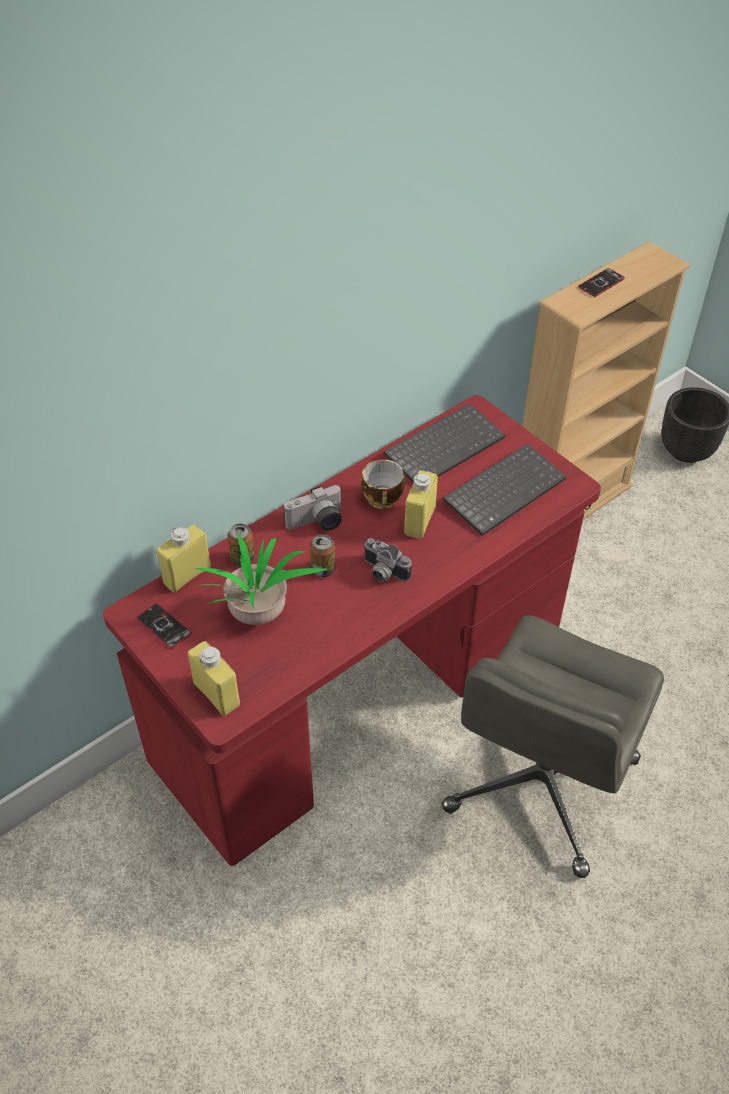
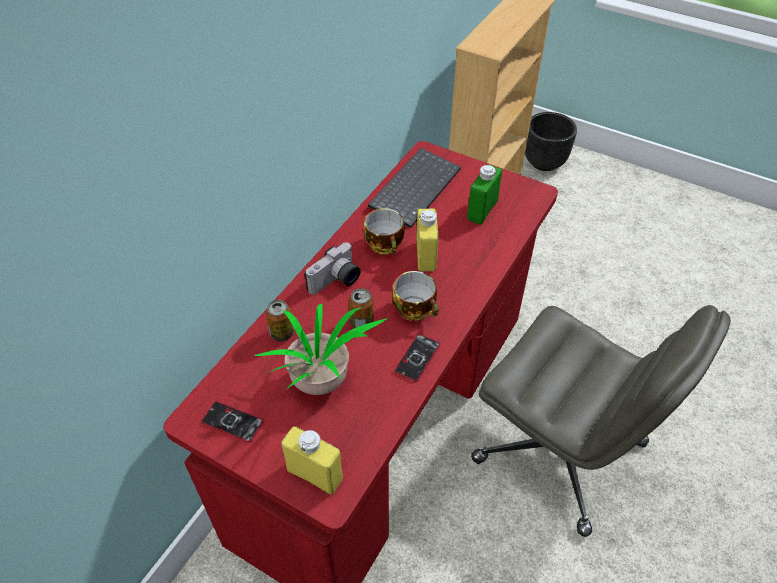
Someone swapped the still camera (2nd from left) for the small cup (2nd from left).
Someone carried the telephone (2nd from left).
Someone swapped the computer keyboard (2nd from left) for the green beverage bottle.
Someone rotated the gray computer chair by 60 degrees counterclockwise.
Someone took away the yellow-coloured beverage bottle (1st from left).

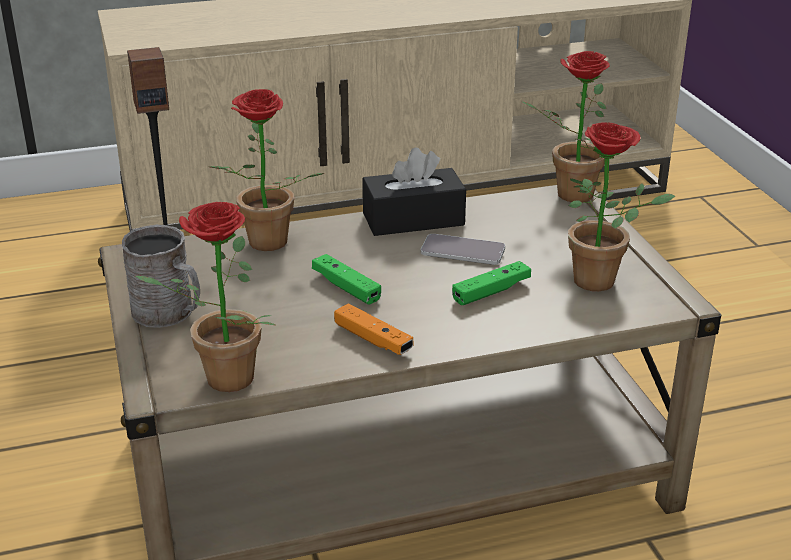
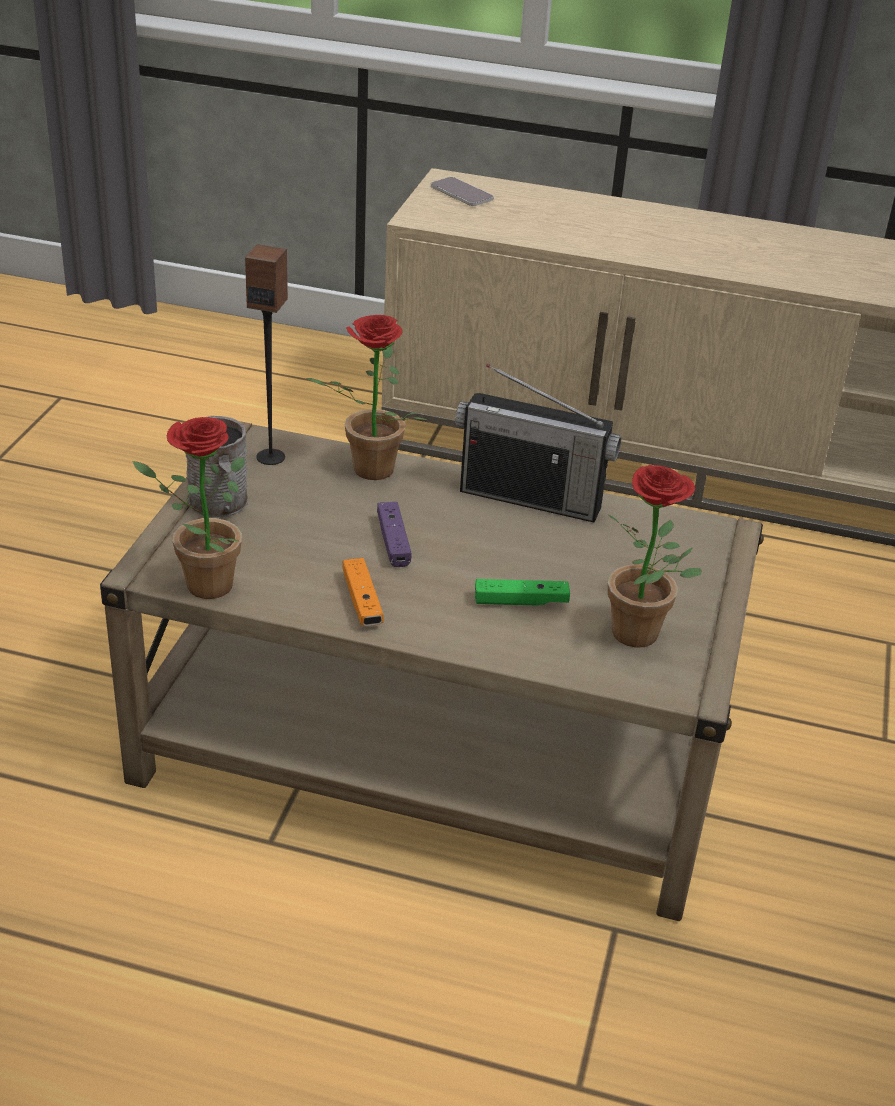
Someone repainted the green joypad (1st from left), which became the purplish joypad.
Someone carried the telephone.
Someone swapped the black tissue box for the radio receiver.
Someone took away the plant in a pot (3rd from left).

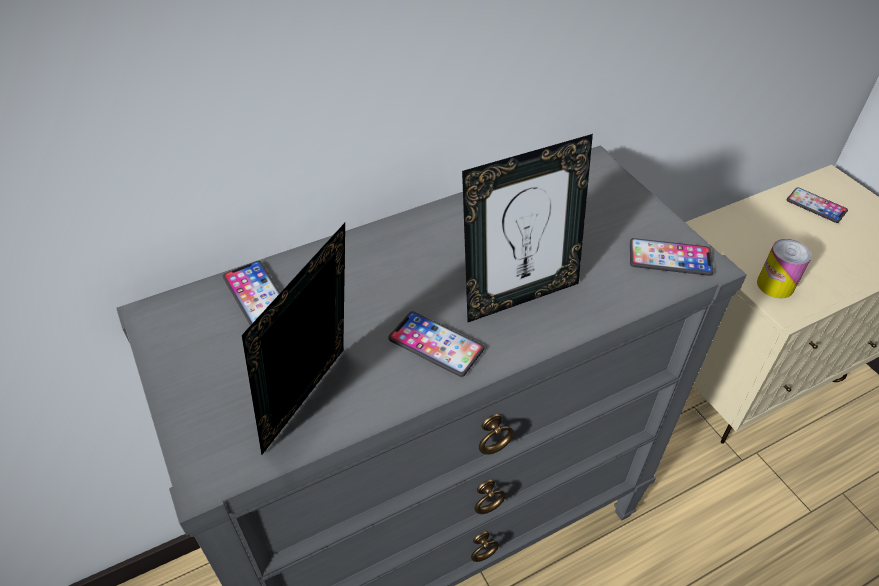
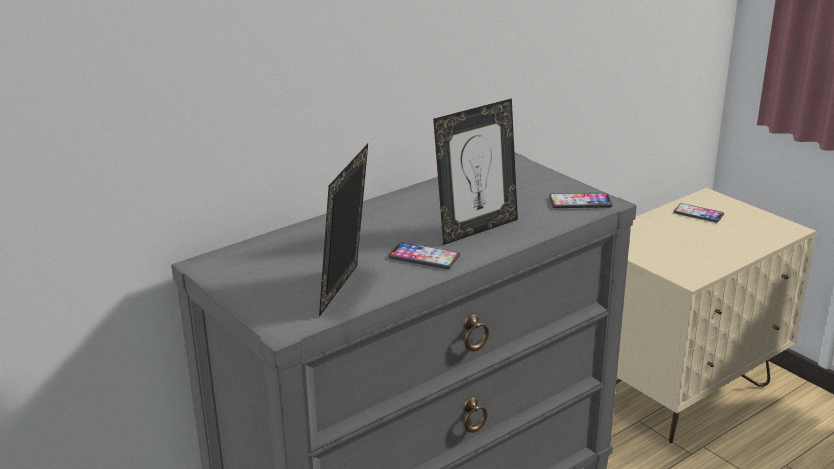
Someone took away the telephone (1st from left).
Someone took away the metal can.

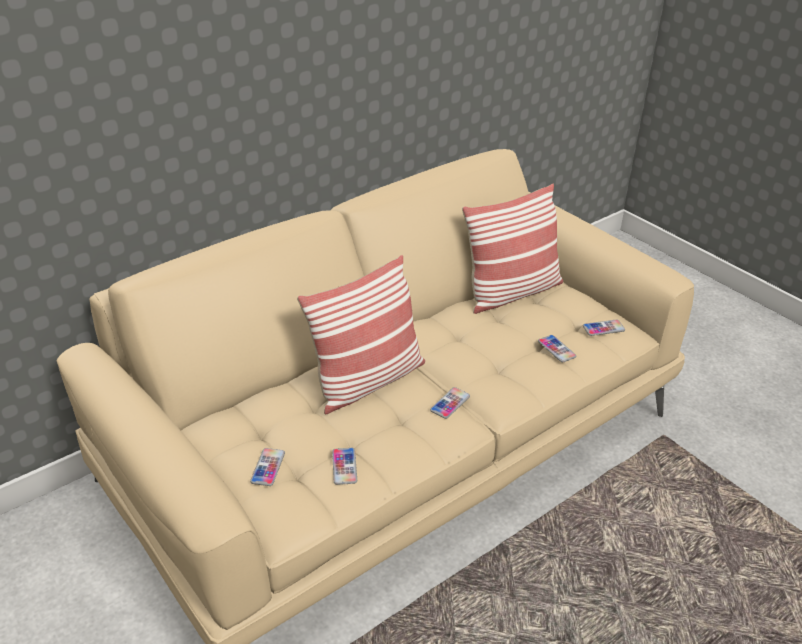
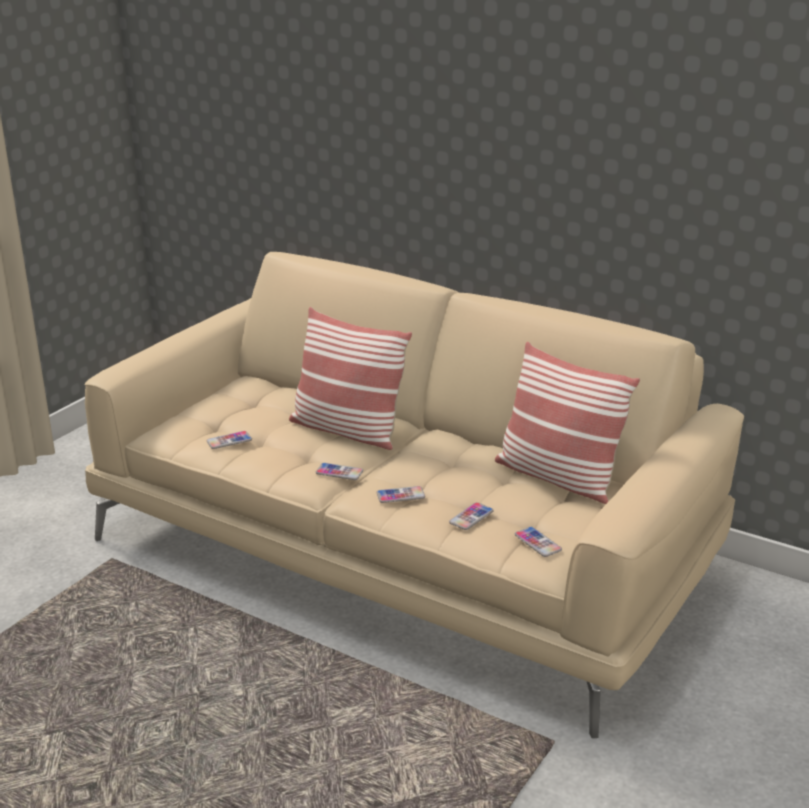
Someone carried the telephone (1st from left in the first image).

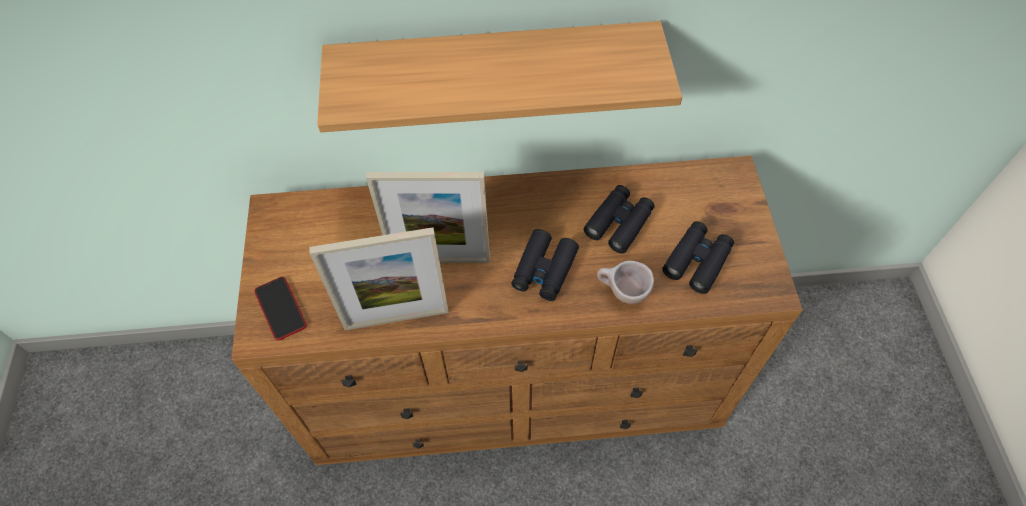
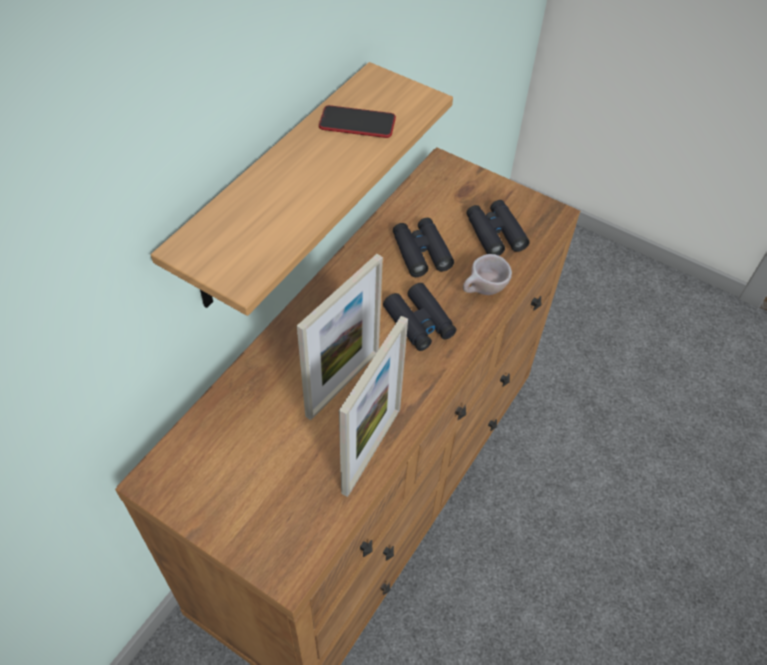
Someone carried the telephone.

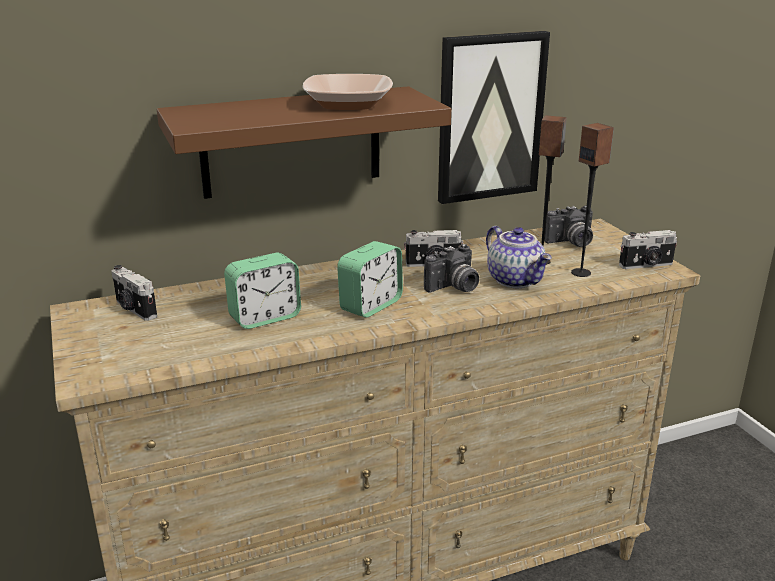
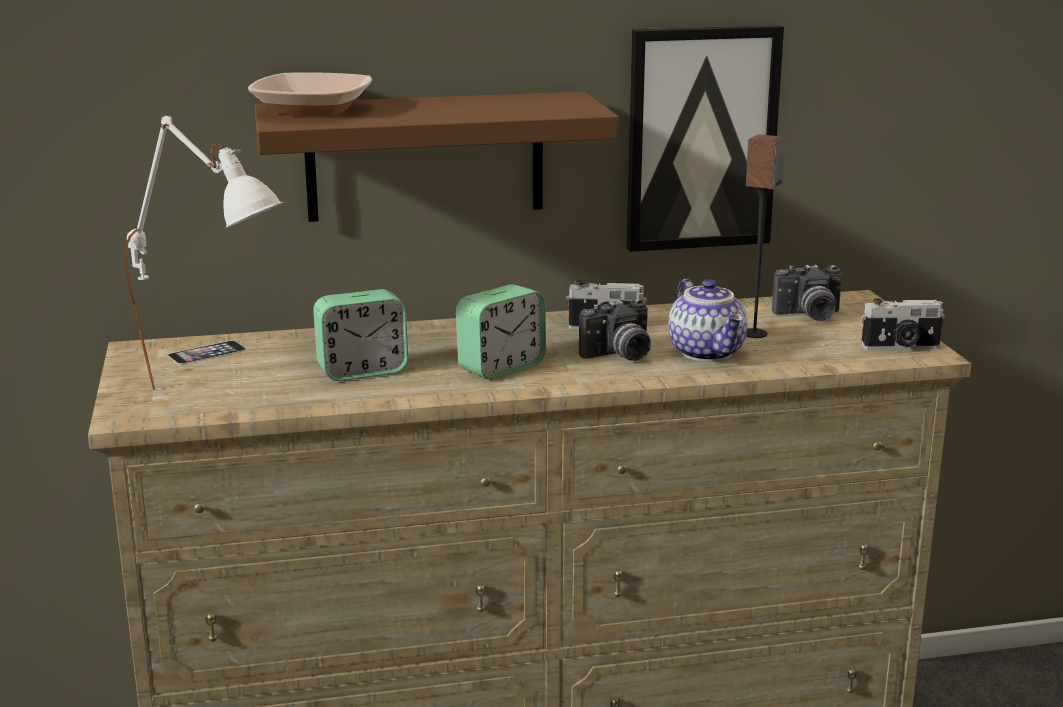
Someone put down the white-coloured lamp for a table.
Someone swapped the still camera (1st from left) for the telephone.
Someone carried the deep dish.
Someone took away the audio speaker (2nd from left).

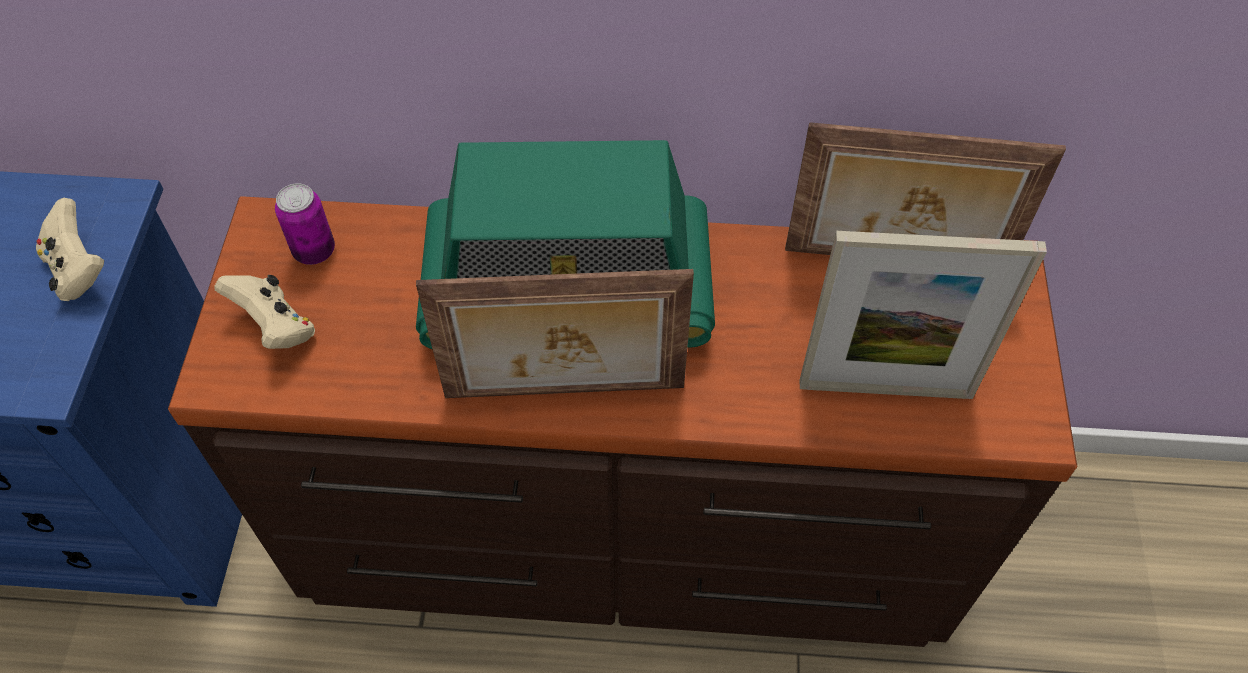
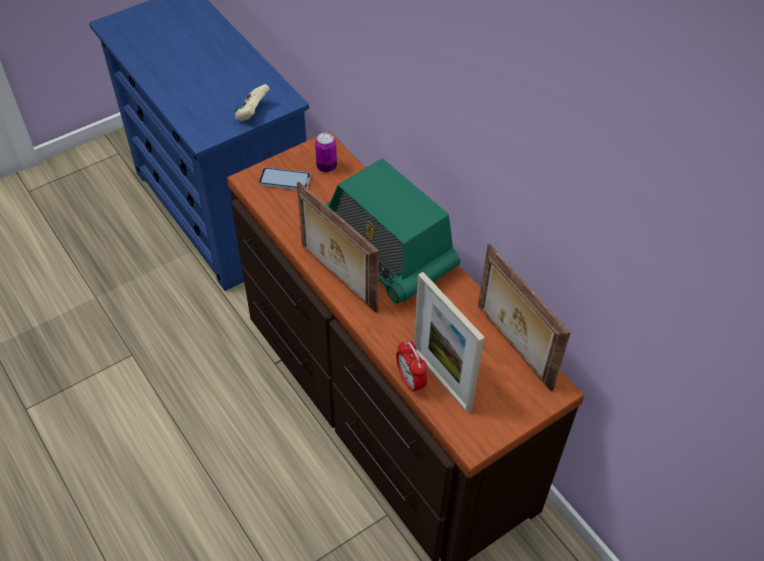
Someone swapped the beige joypad (2nd from left) for the telephone.
Someone put down the table clock.

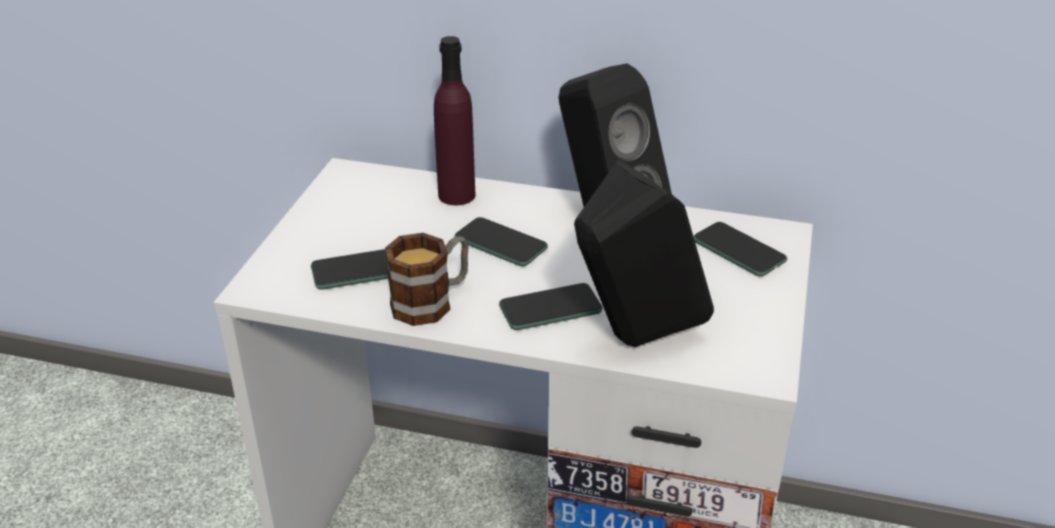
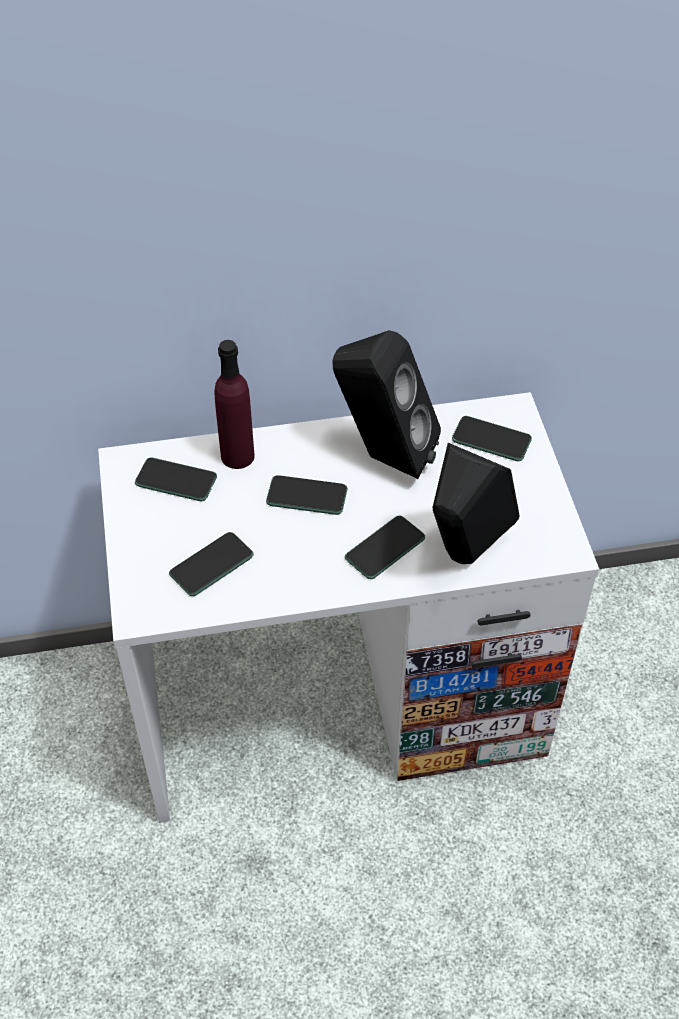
Someone put down the telephone (1st from left).
Someone took away the mug.

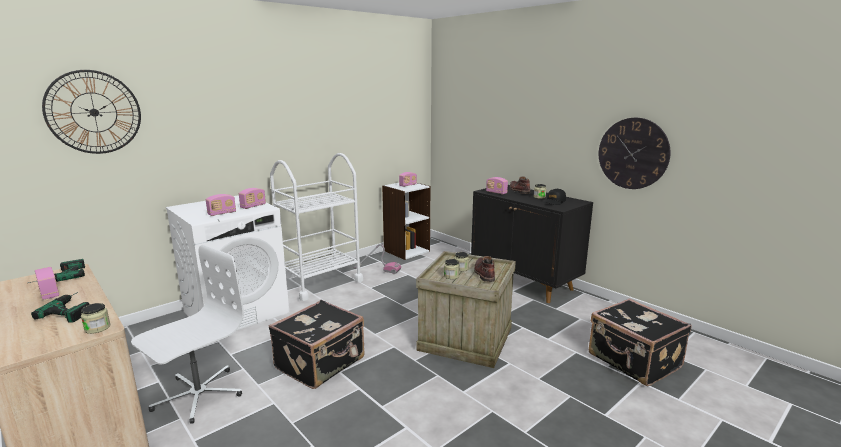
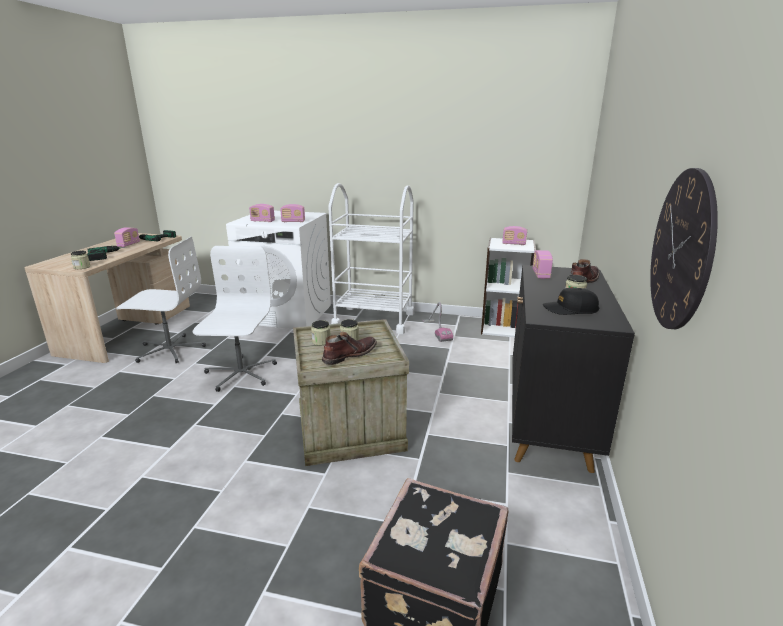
Someone swapped the black suitcase (1st from left) for the white-coloured computer chair (2nd from left).
Someone took away the clock on the wall (1st from left).

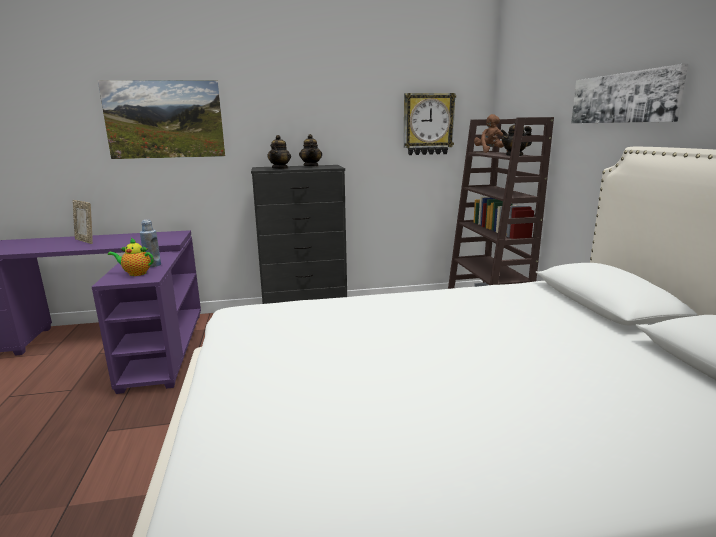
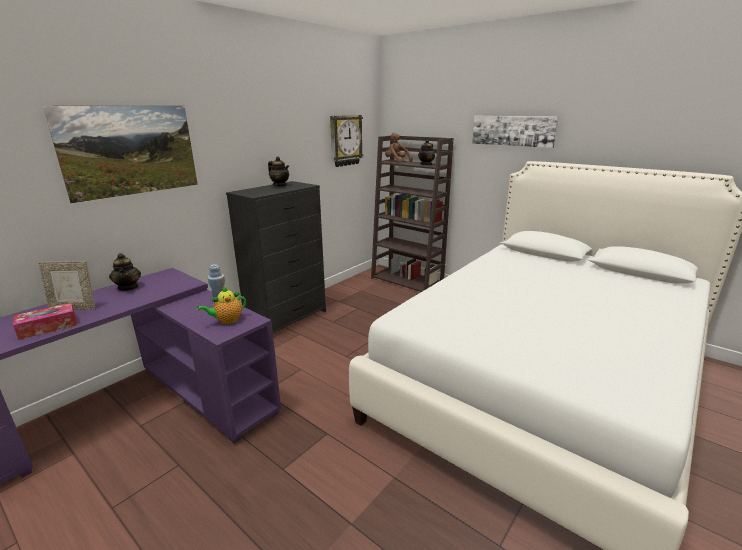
Someone put down the tissue box.
Someone carried the pot for tea (2nd from left in the first image).

